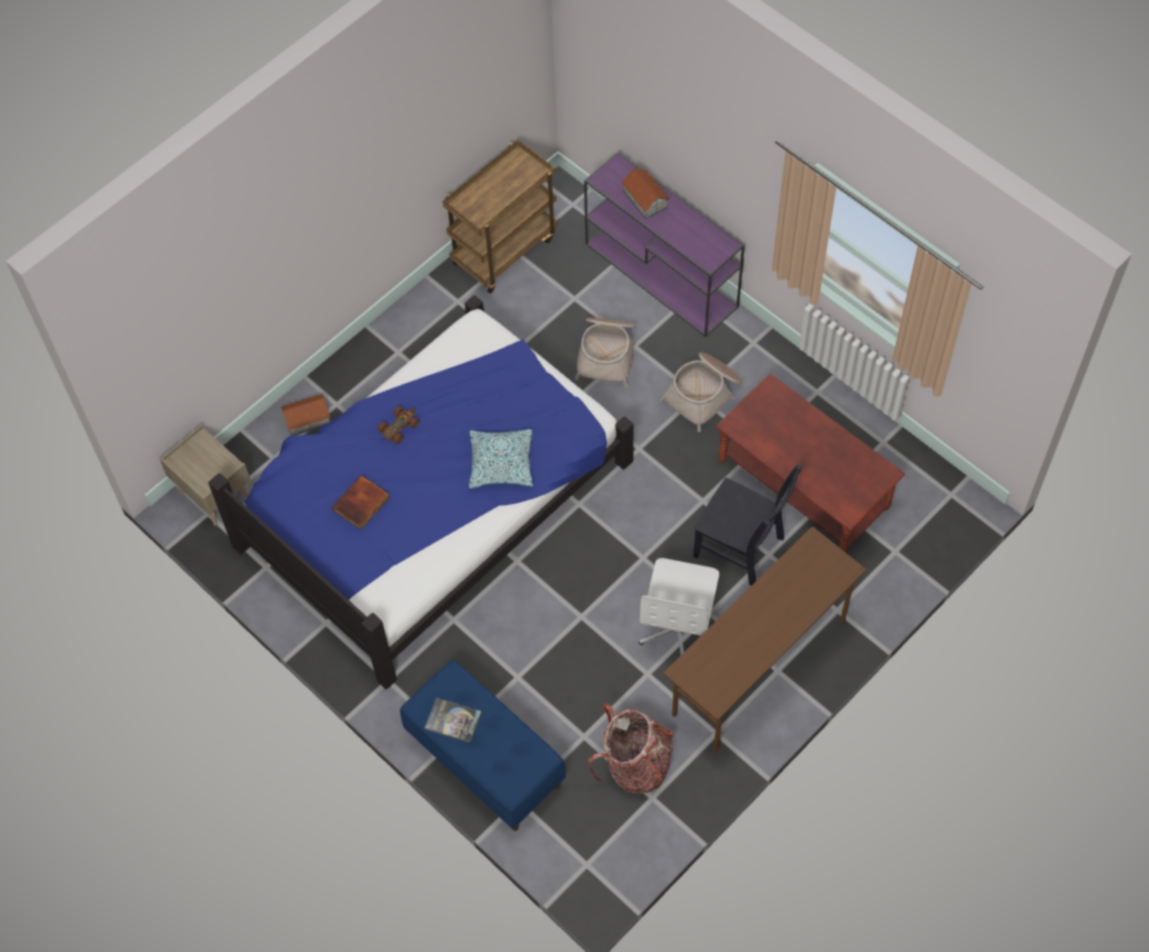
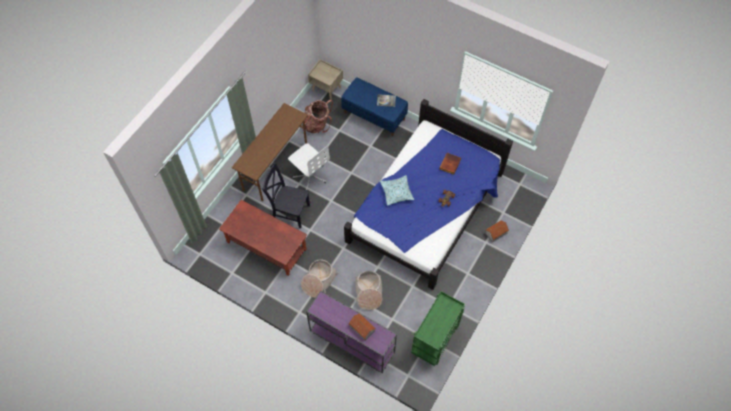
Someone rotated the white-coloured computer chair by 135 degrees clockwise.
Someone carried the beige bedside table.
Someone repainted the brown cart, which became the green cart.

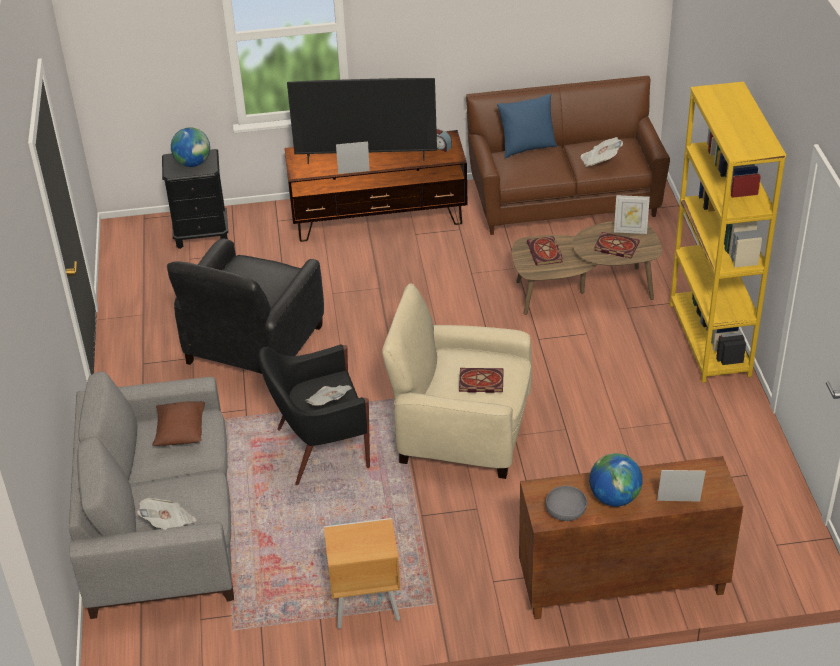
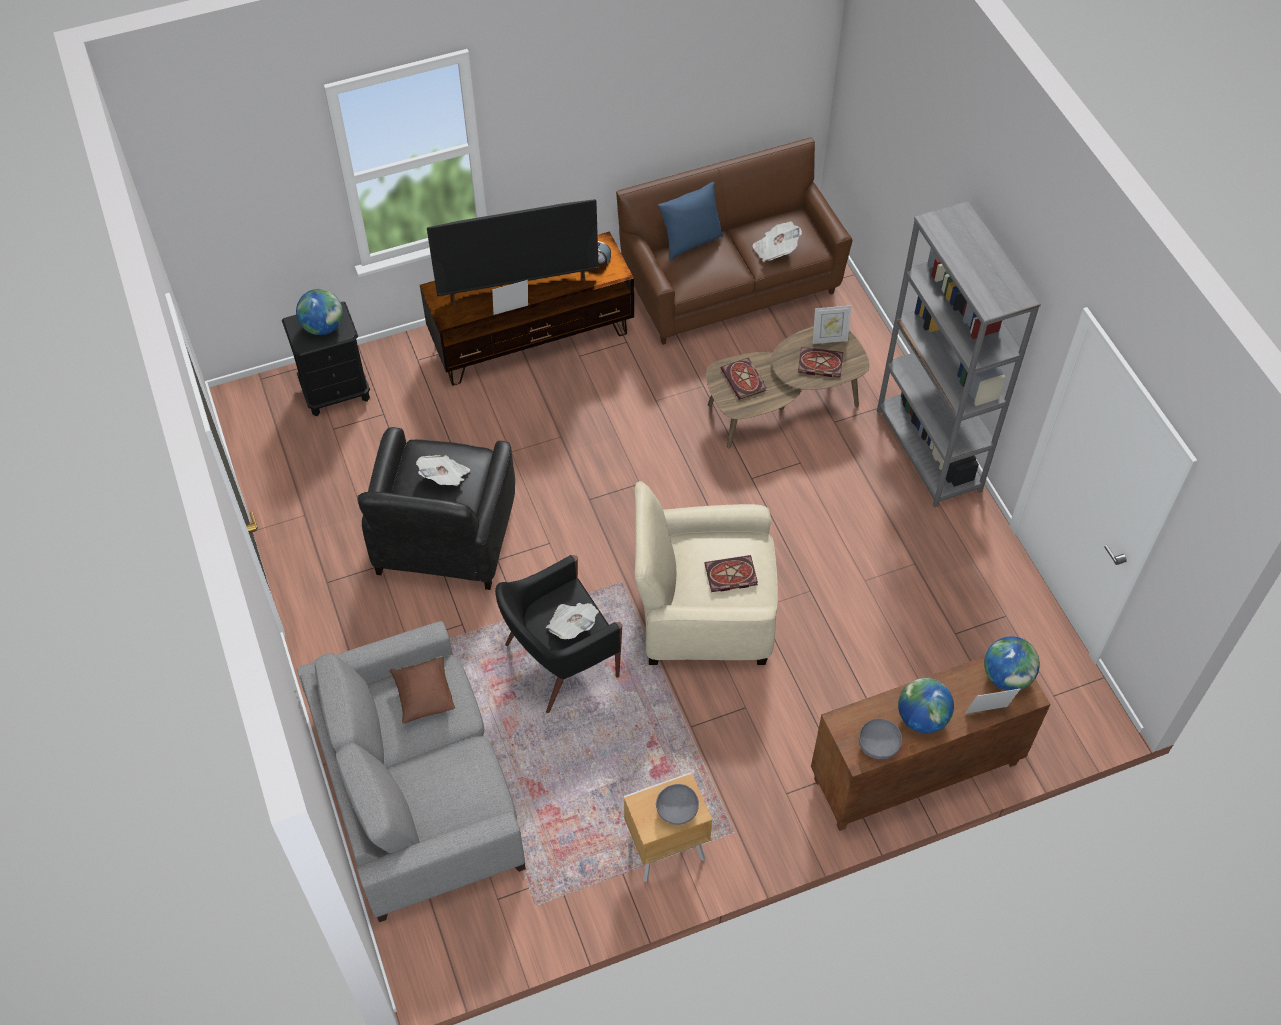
Someone carried the newspaper (1st from left).
Someone put down the gray deep dish (1st from left).
Someone repainted the yellow-coloured shelving unit, which became the gray shelving unit.
Someone put down the world globe (3rd from left).

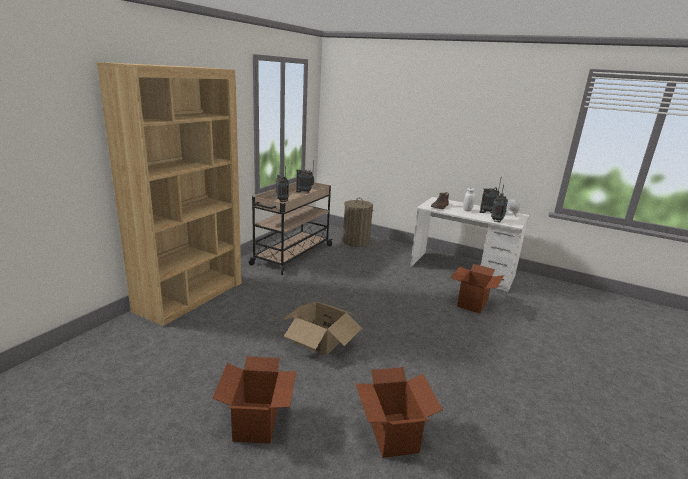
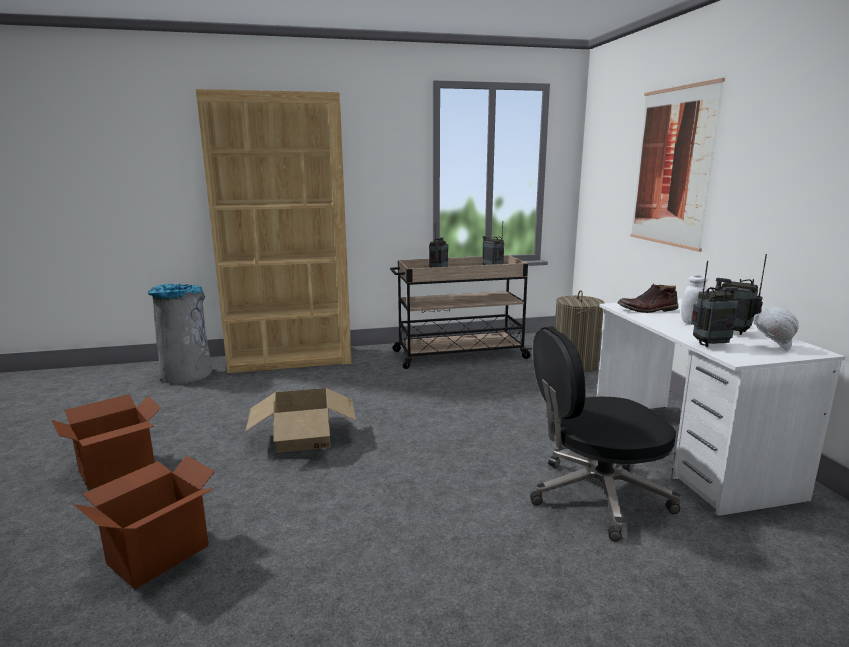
Someone put down the gray rubbish bin.
Someone swapped the cardboard box (4th from left) for the black computer chair.
Someone put up the picture.

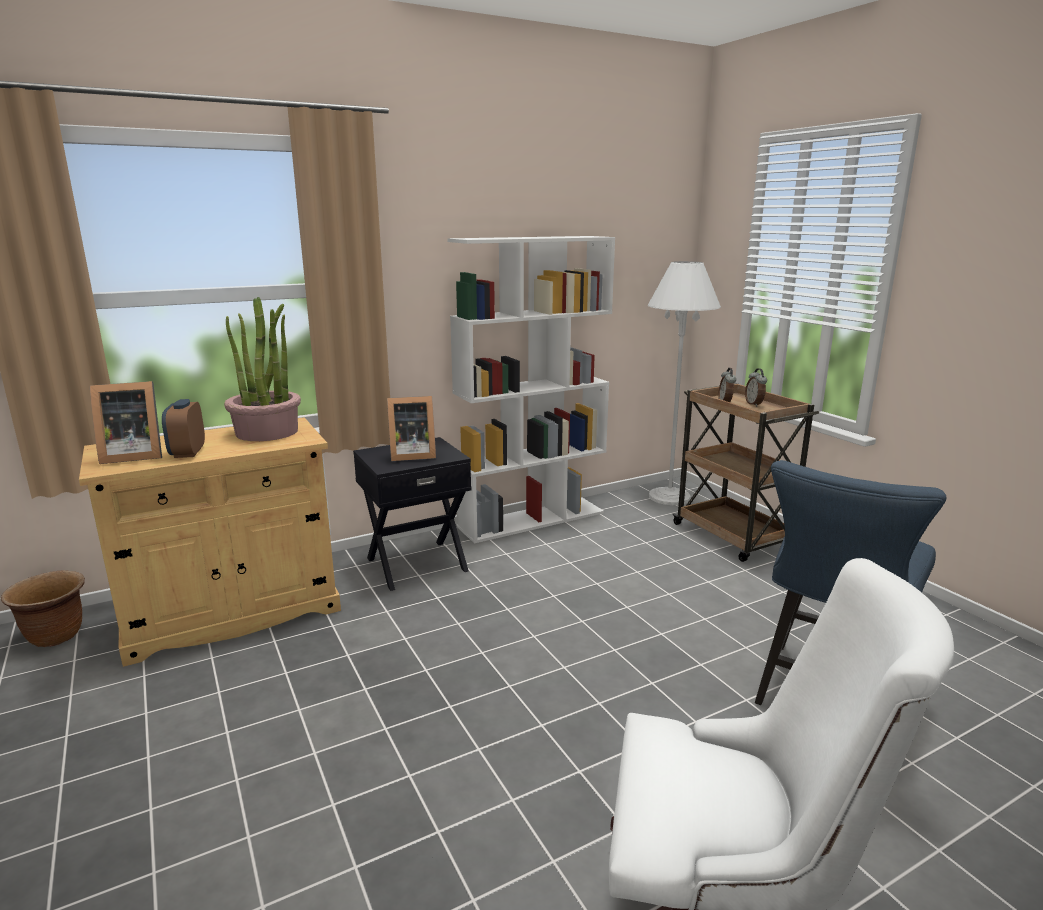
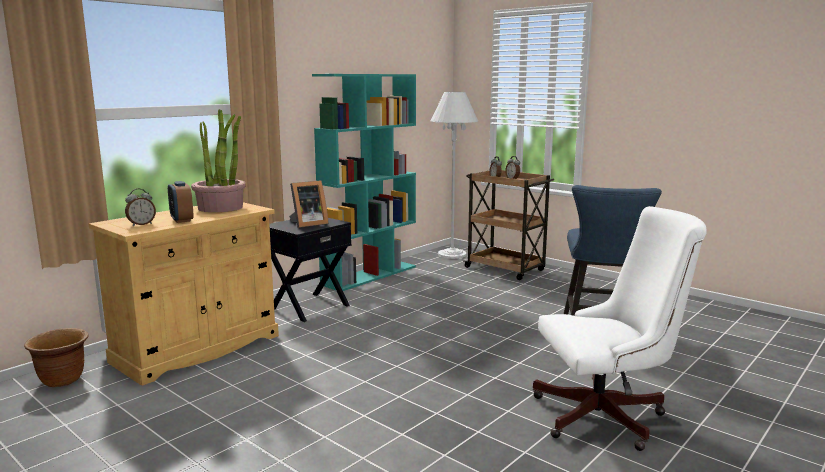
Someone swapped the standing frame (1st from left) for the table clock (1st from left).
Someone repainted the white-coloured shelving unit, which became the turquoise shelving unit.

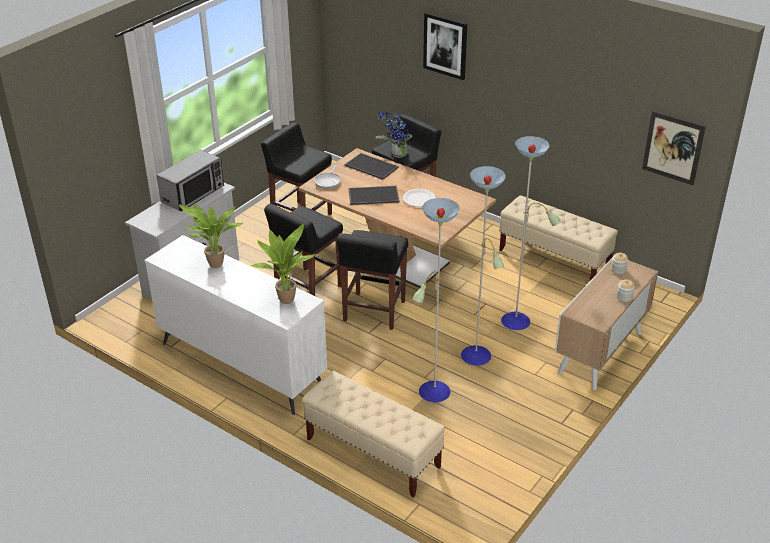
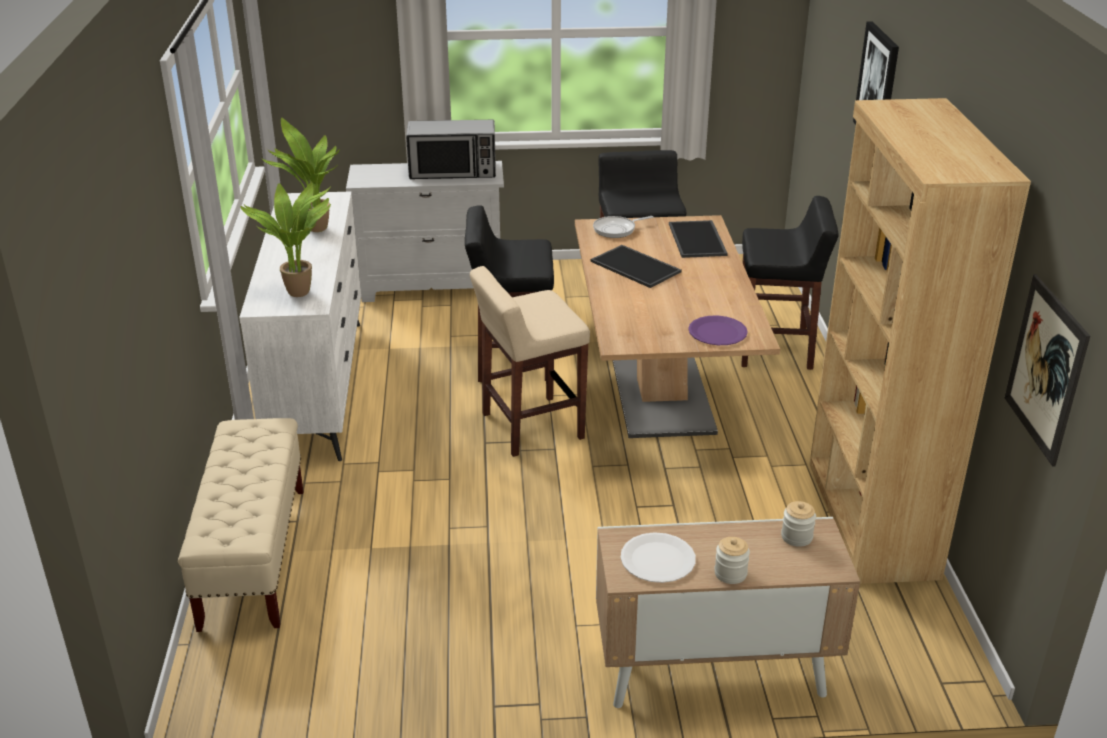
Someone repainted the black stool seat (3rd from left), which became the beige stool seat.
Someone carried the white-coloured flat dish.
Someone put down the purplish flat dish.
Someone swapped the beige indoor bench (2nd from left) for the brown shelving unit.
Someone took away the plant in a pot (3rd from left).
Someone took away the standing lamp.

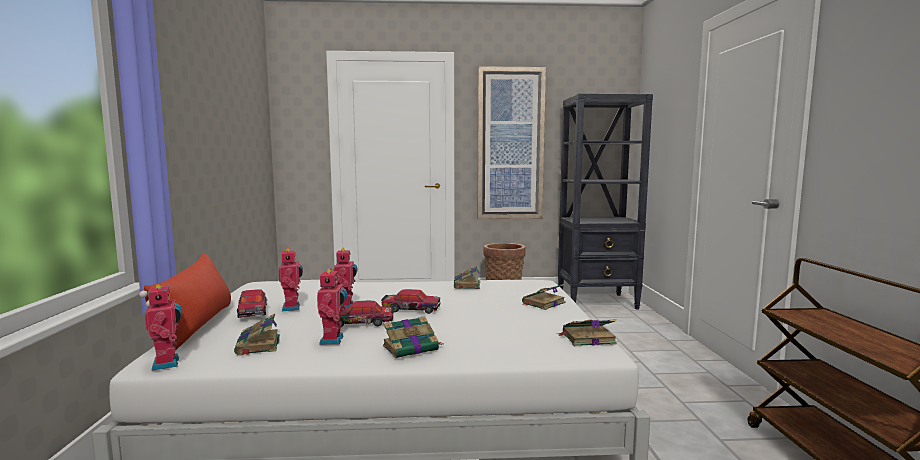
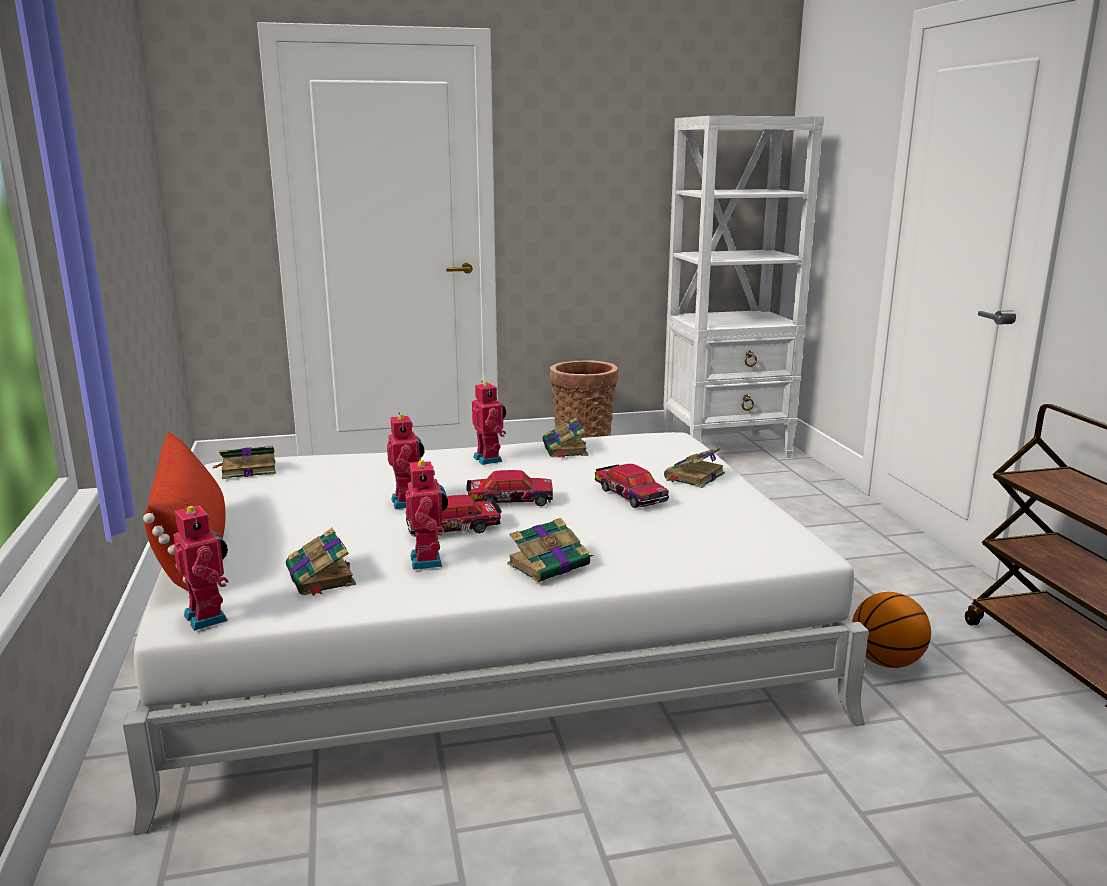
Someone carried the bound book (5th from left in the first image).
Someone carried the robot figure (2nd from left in the first image).
Someone carried the toy car (1st from left in the first image).
Someone repainted the black shelving unit, which became the white-coloured shelving unit.
Someone put down the ball for basketball.
Someone took away the picture.

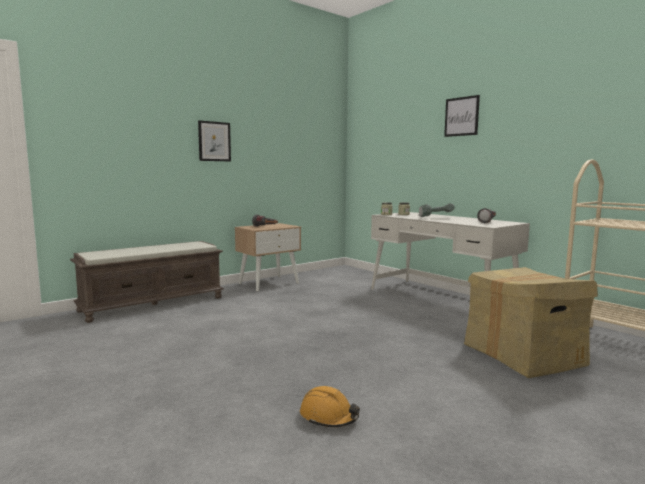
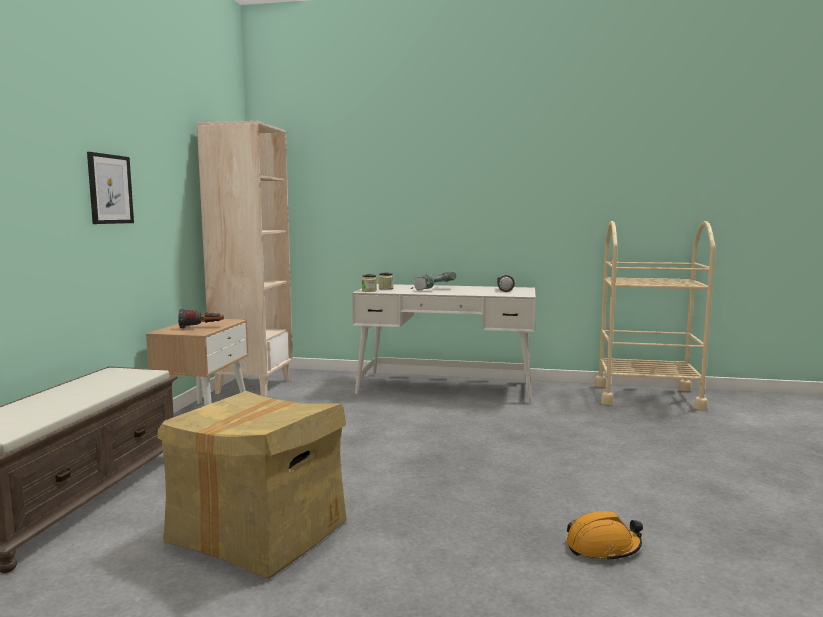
Someone carried the cardboard box.
Someone put down the beige shelving unit.
Someone took away the picture (2nd from left).

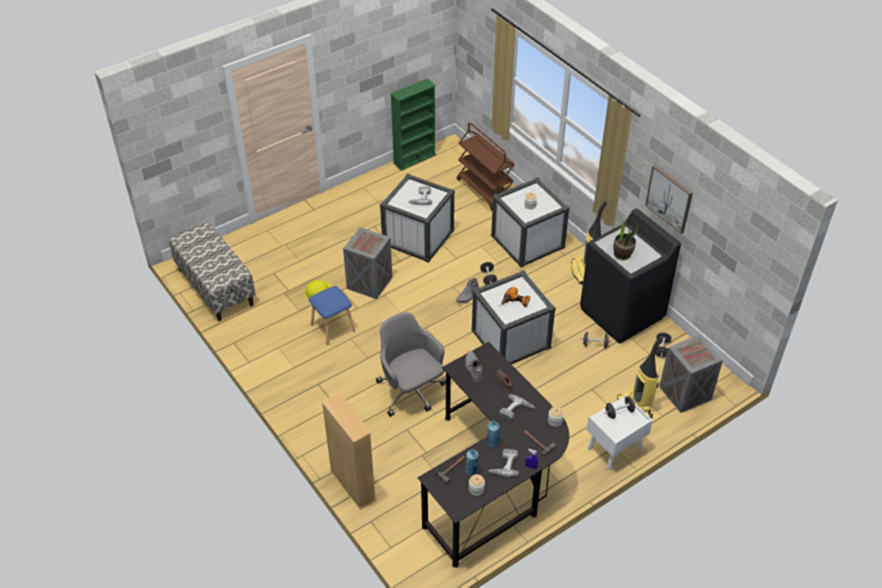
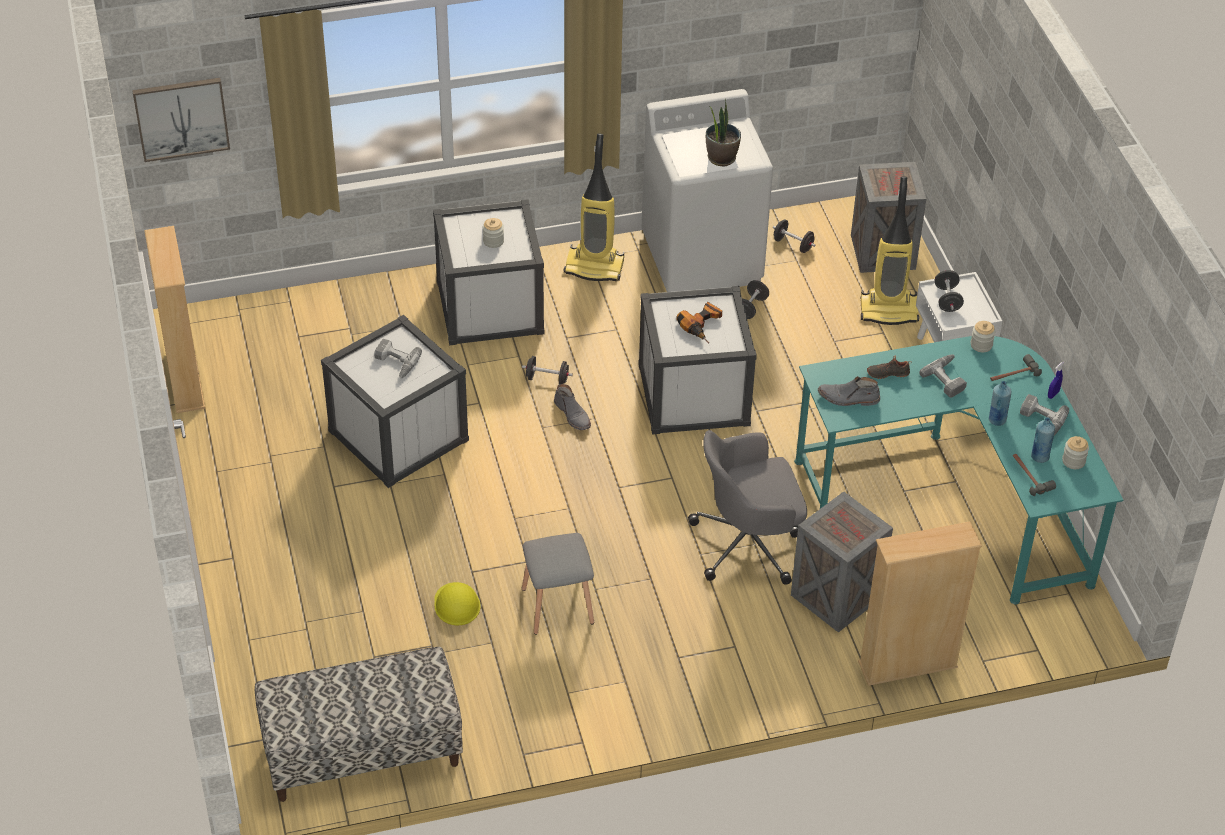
Someone carried the picture.
Someone repainted the green shelving unit, which became the beige shelving unit (1st from left).
Someone repainted the blue-coloured stool seat, which became the gray stool seat.
Someone repainted the black laundry appliance, which became the white-coloured laundry appliance.
Someone carried the shipping crate (1st from left).
Someone repainted the black desk unit, which became the turquoise desk unit.
Someone took away the brown cart.

